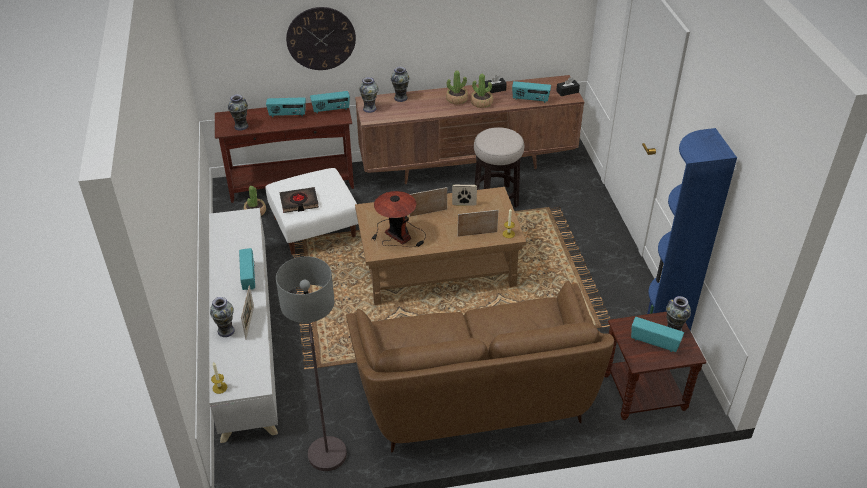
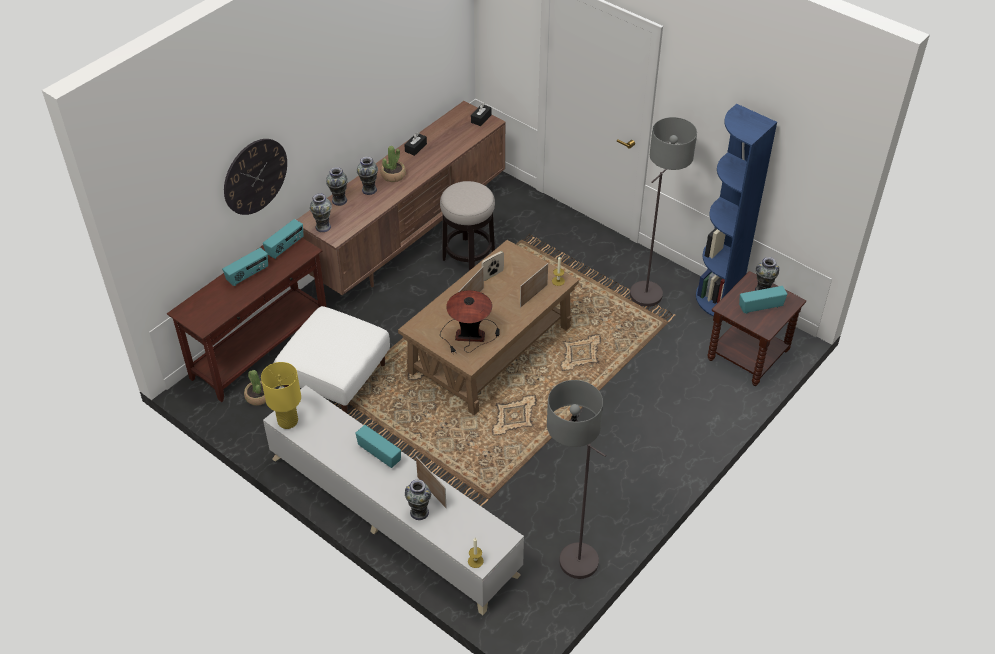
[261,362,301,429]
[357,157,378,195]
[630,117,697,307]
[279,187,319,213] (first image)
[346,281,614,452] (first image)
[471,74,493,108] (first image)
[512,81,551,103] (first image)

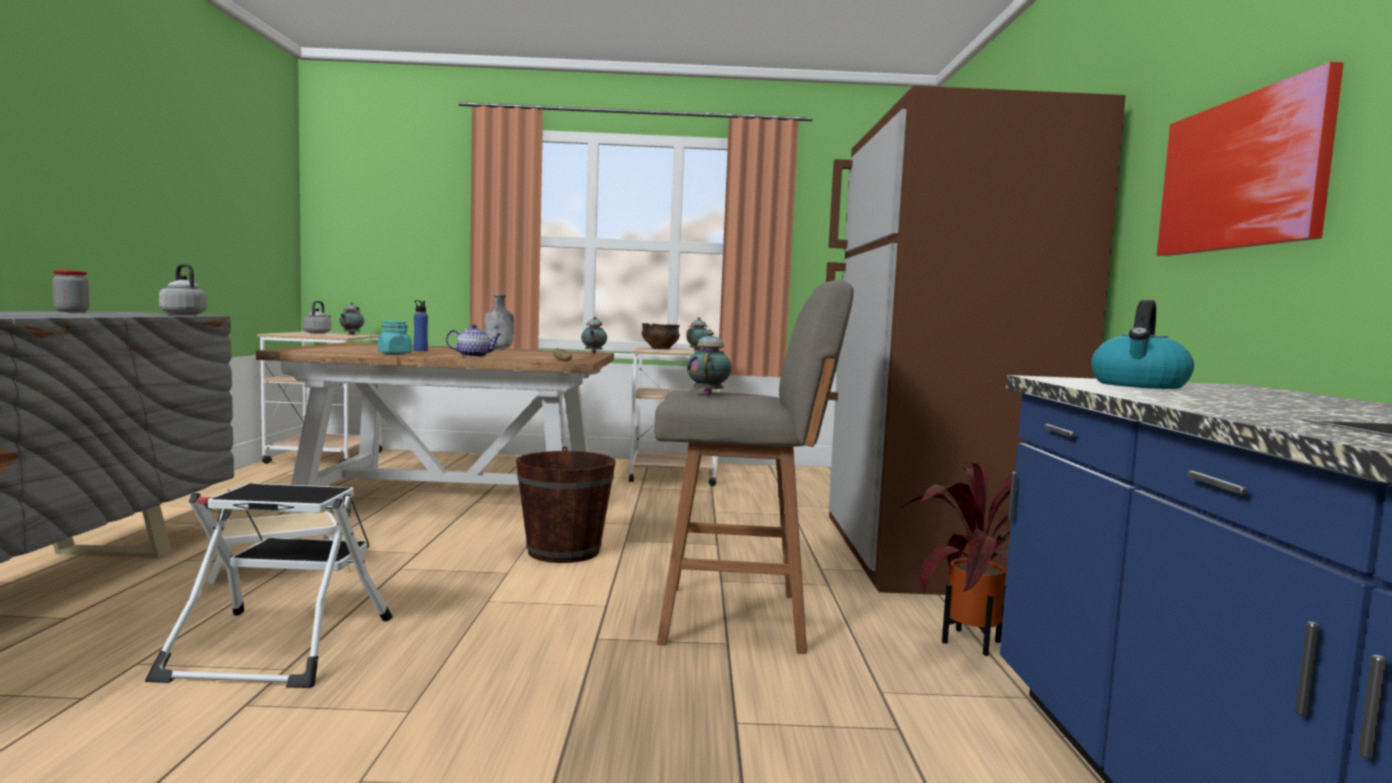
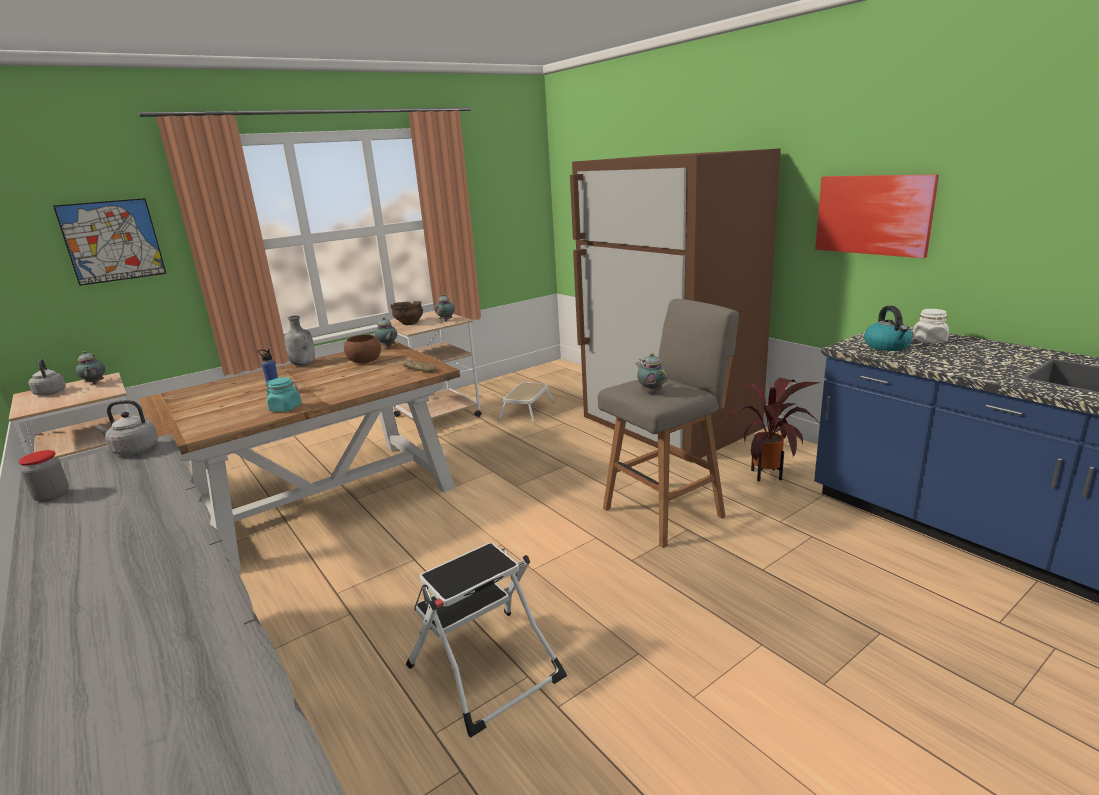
[53,198,167,286]
[344,334,381,364]
[497,382,556,425]
[913,309,949,343]
[446,324,501,357] (first image)
[516,447,616,563] (first image)

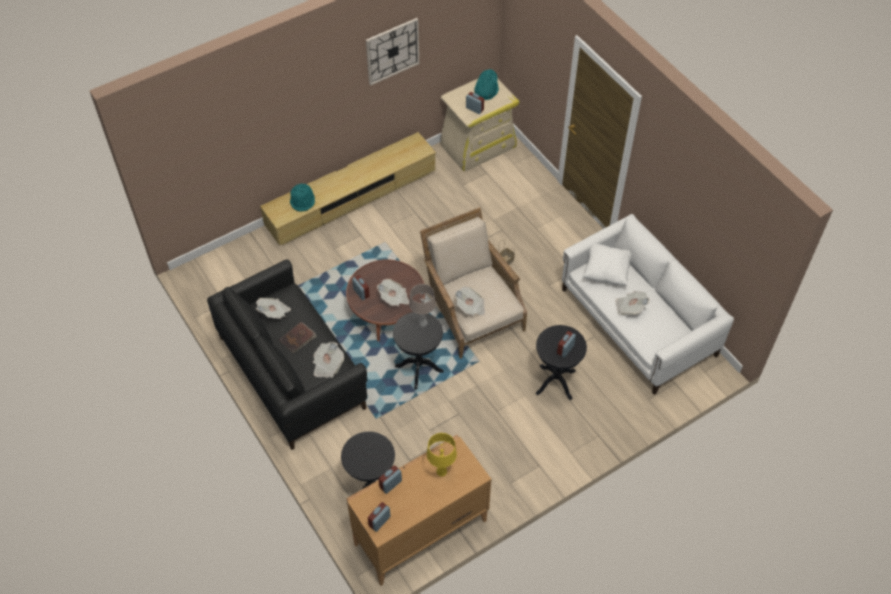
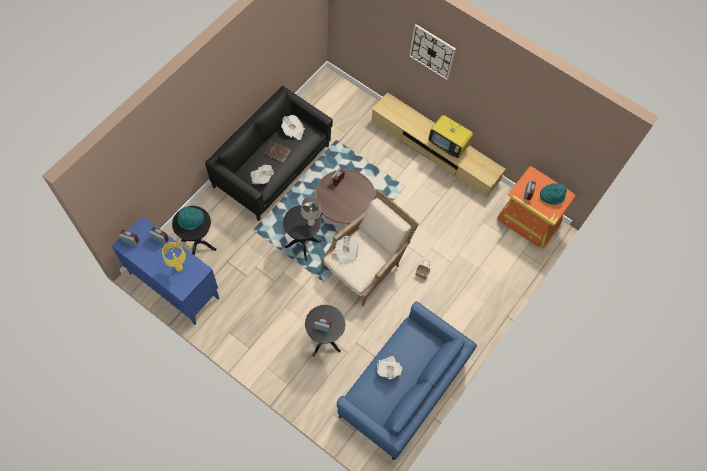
[112,216,219,325]
[178,207,204,230]
[337,301,477,460]
[409,24,456,80]
[428,115,473,158]
[497,166,576,249]
[377,279,409,306] (first image)
[582,244,631,285] (first image)

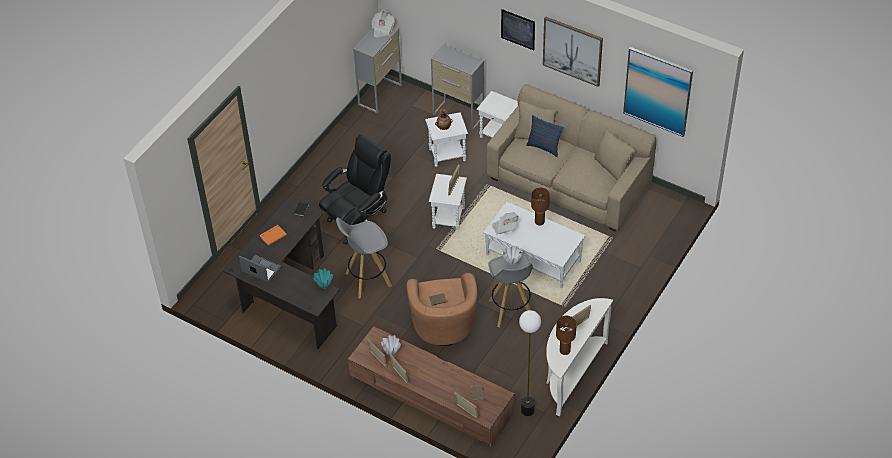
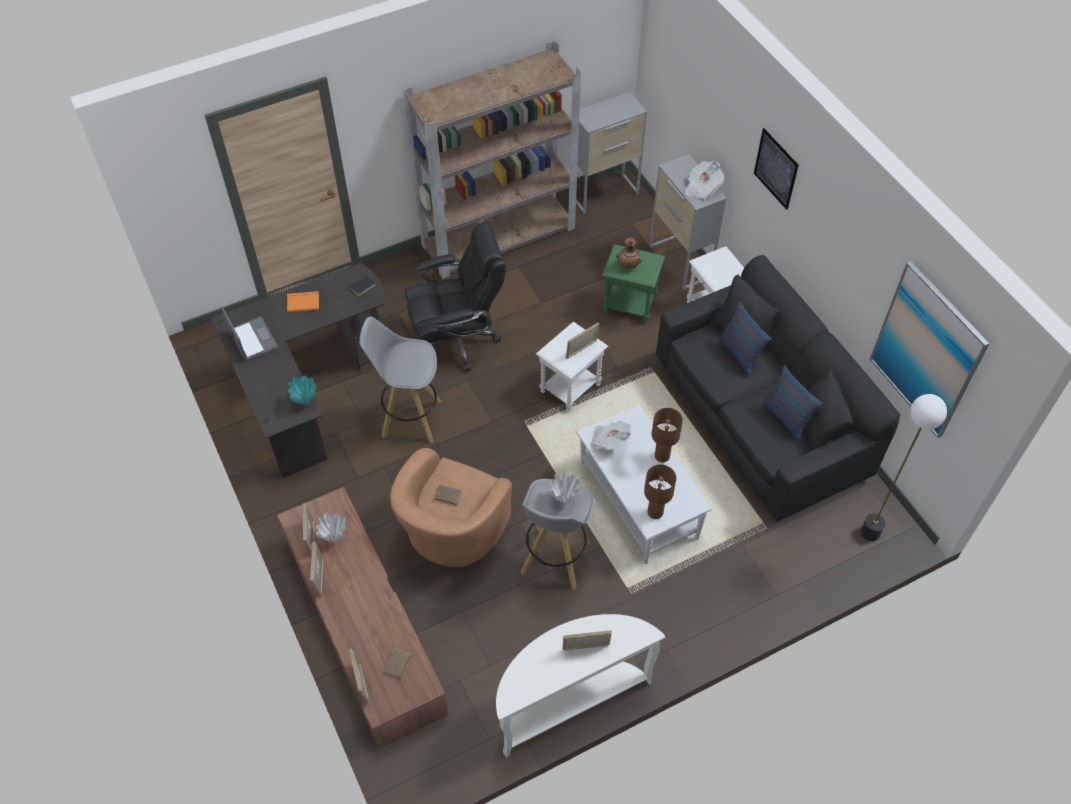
[404,41,581,279]
[602,244,665,324]
[644,464,676,519]
[656,255,900,522]
[685,161,724,200]
[761,365,823,442]
[860,394,947,541]
[543,17,603,87] (first image)

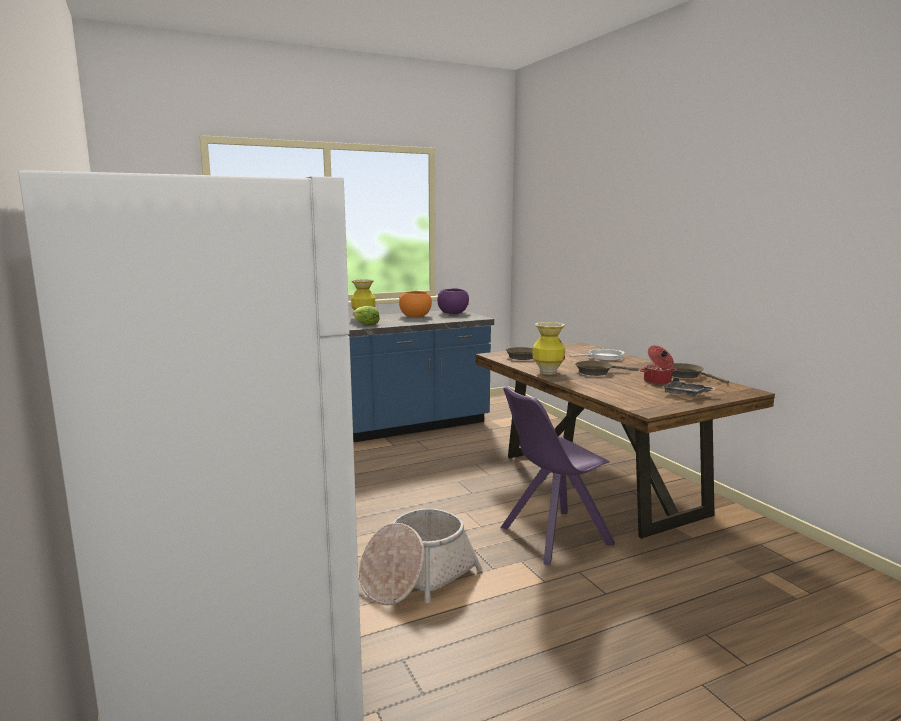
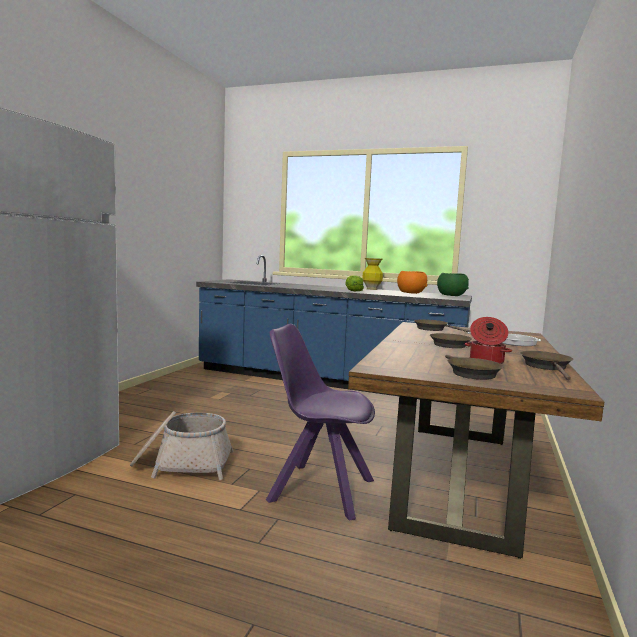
[437,273,469,296]
[445,355,504,380]
[533,322,565,374] (first image)

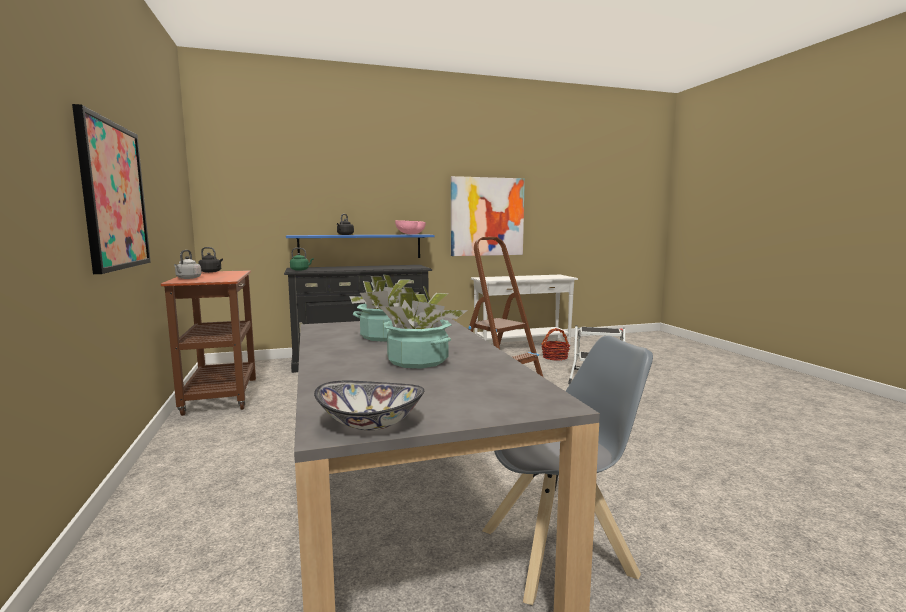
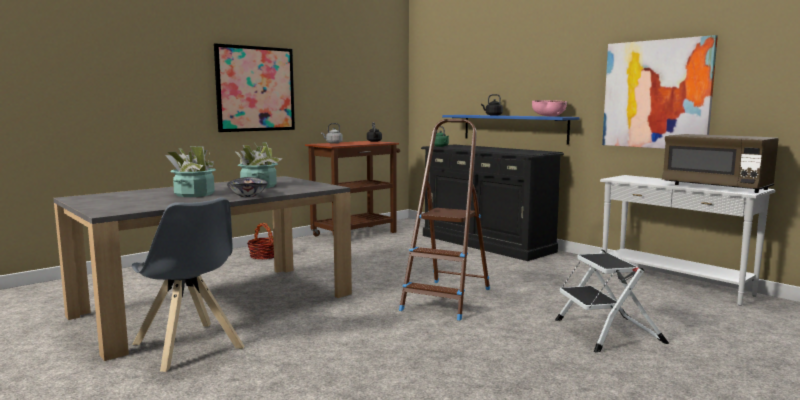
[227,177,268,197]
[247,223,274,259]
[662,134,779,193]

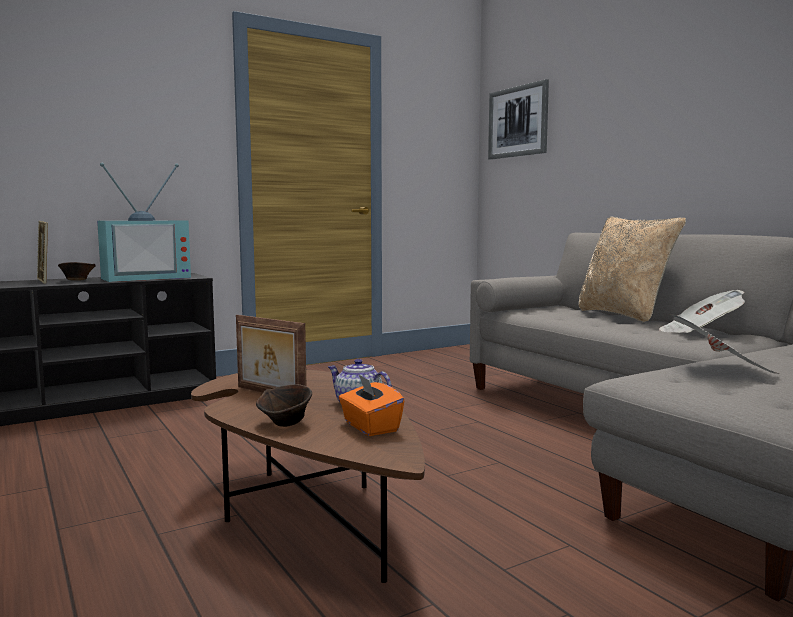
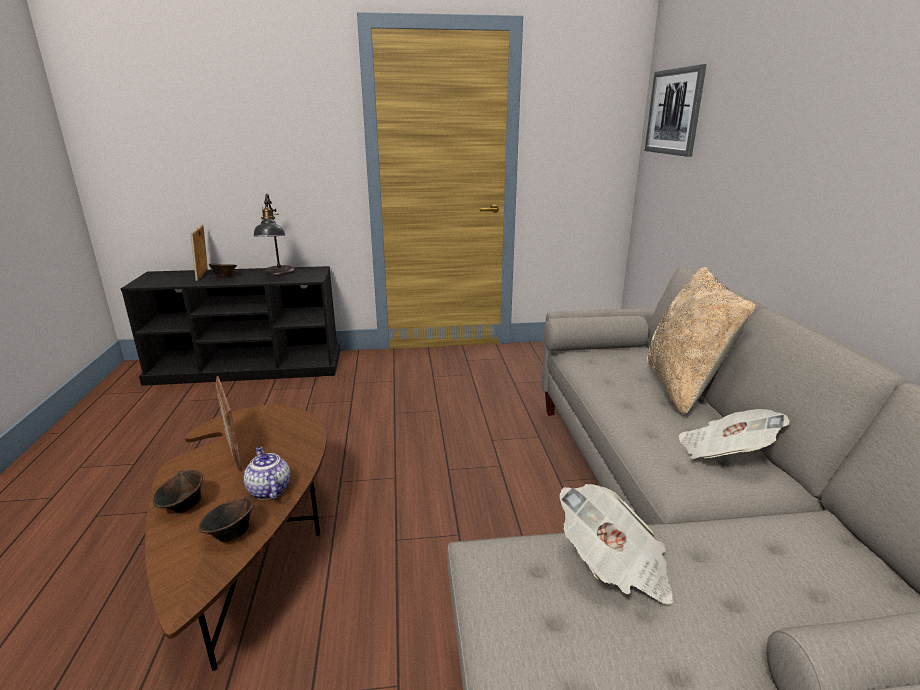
[199,496,254,542]
[253,194,295,276]

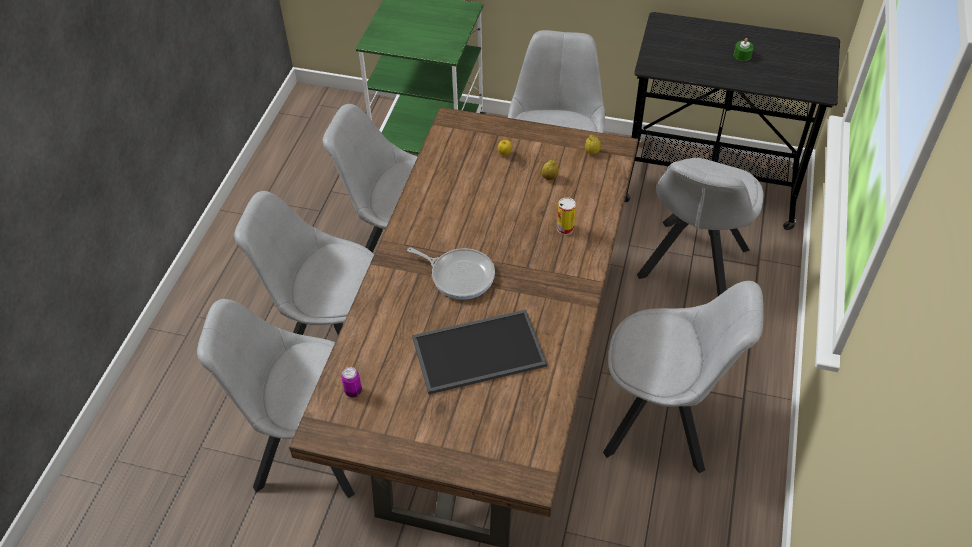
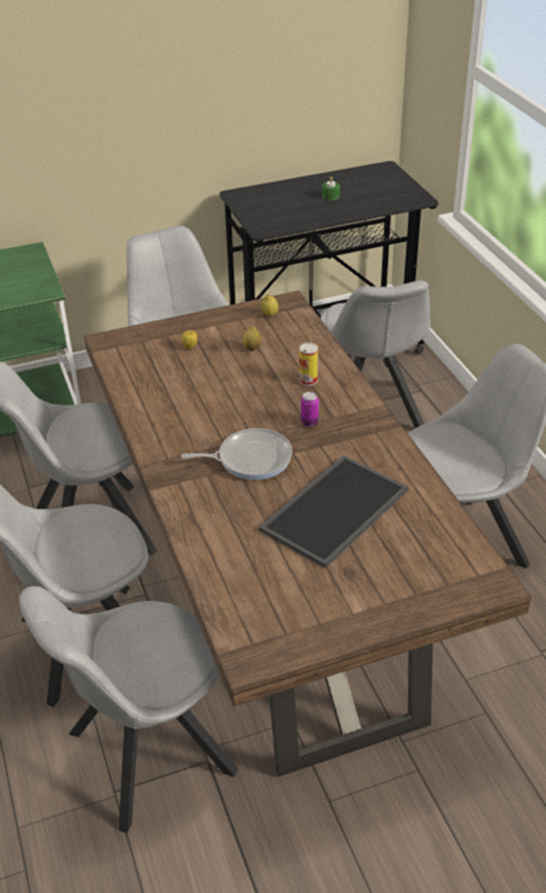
[301,392,319,427]

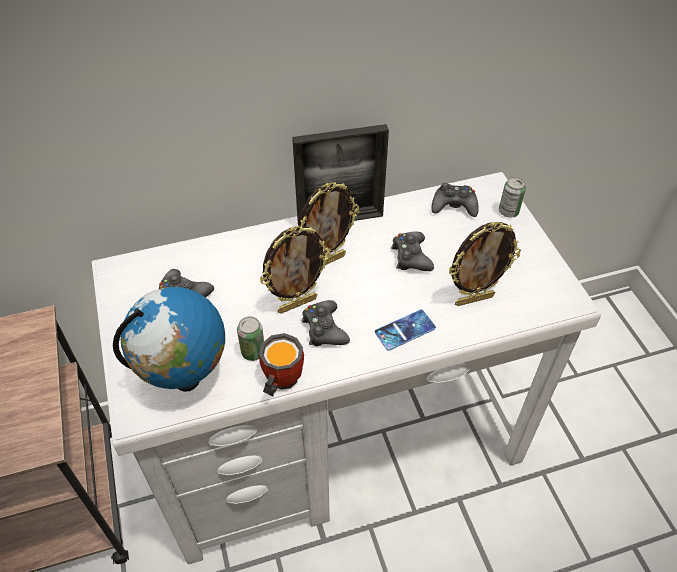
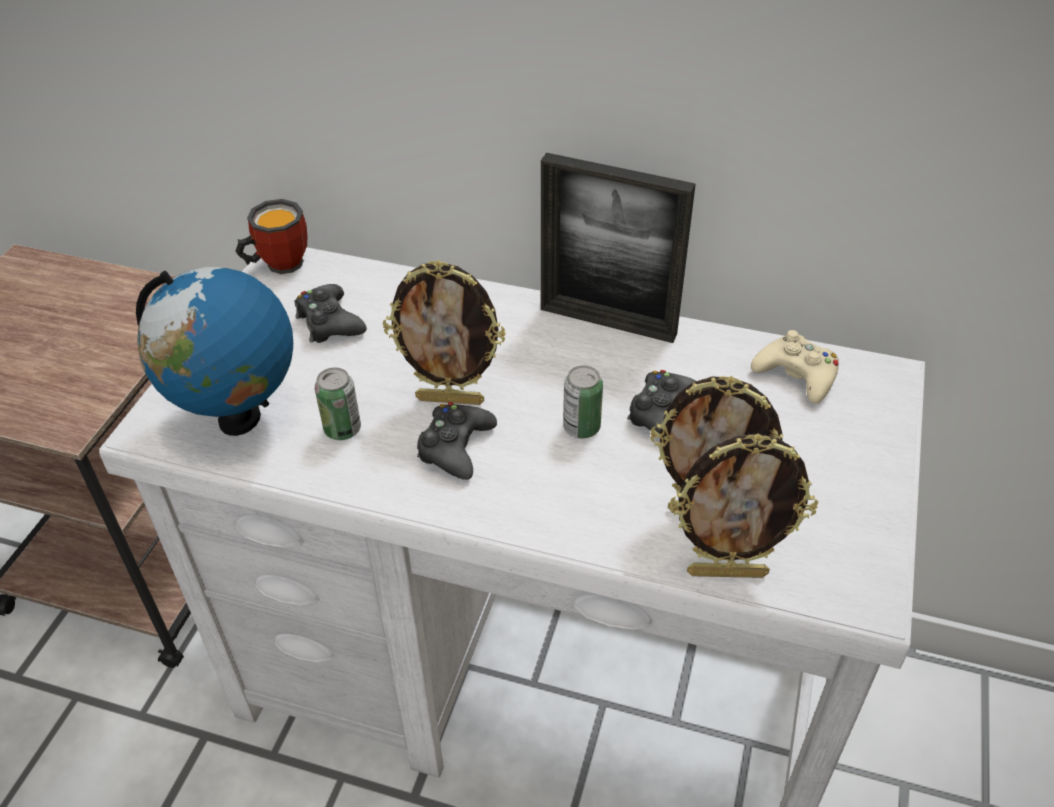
[235,199,307,274]
[563,366,603,438]
[670,433,818,578]
[751,330,839,404]
[375,309,436,351] (first image)

